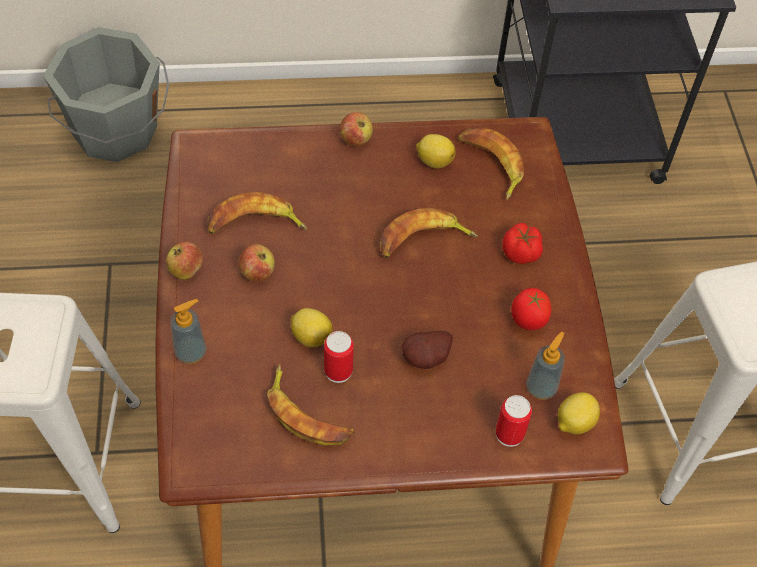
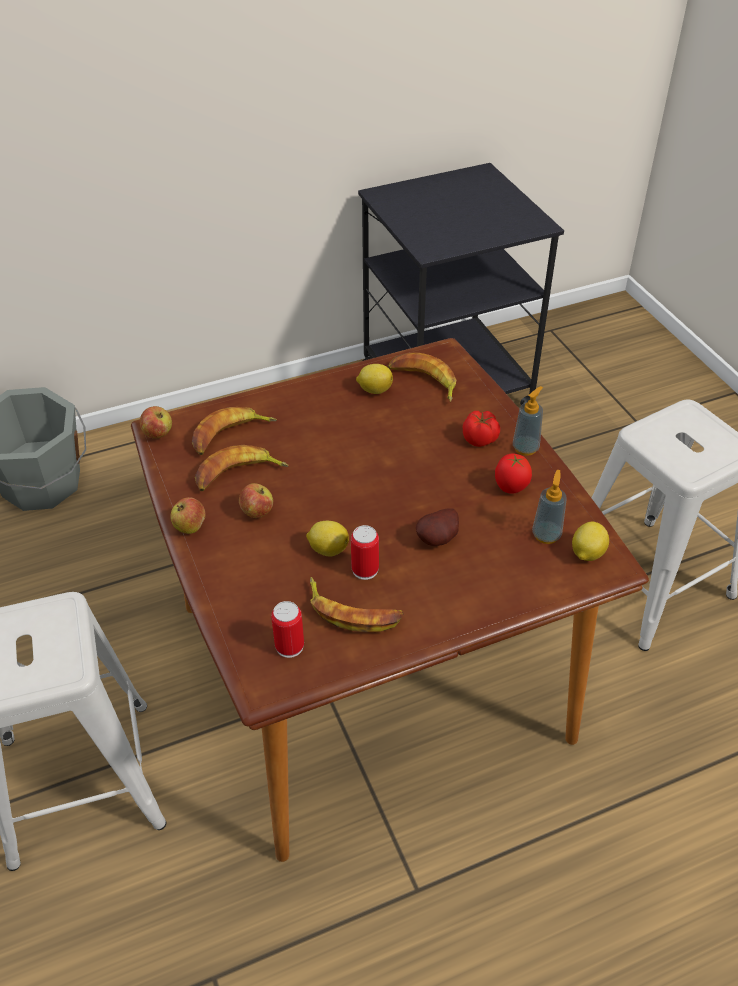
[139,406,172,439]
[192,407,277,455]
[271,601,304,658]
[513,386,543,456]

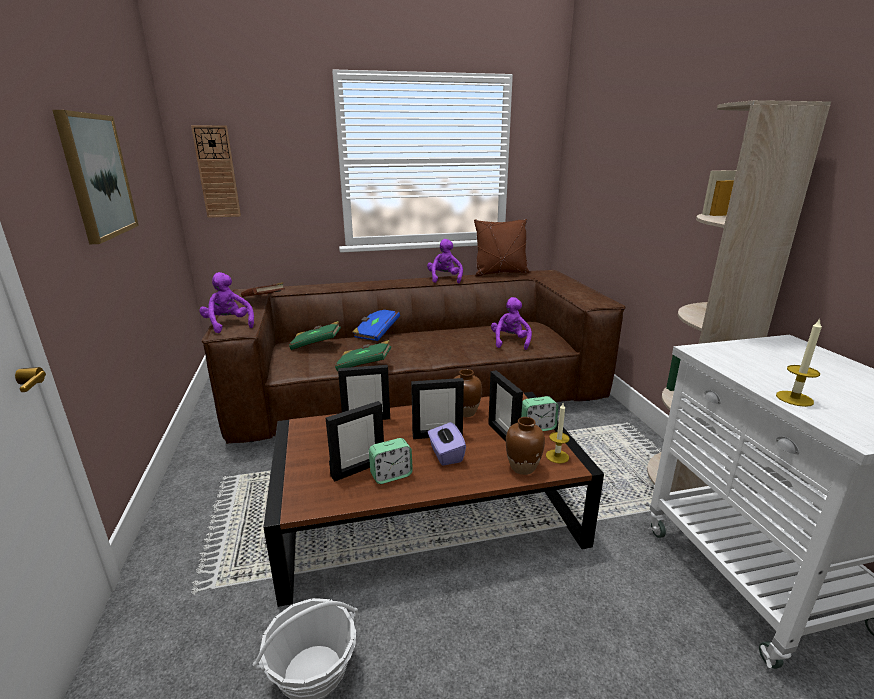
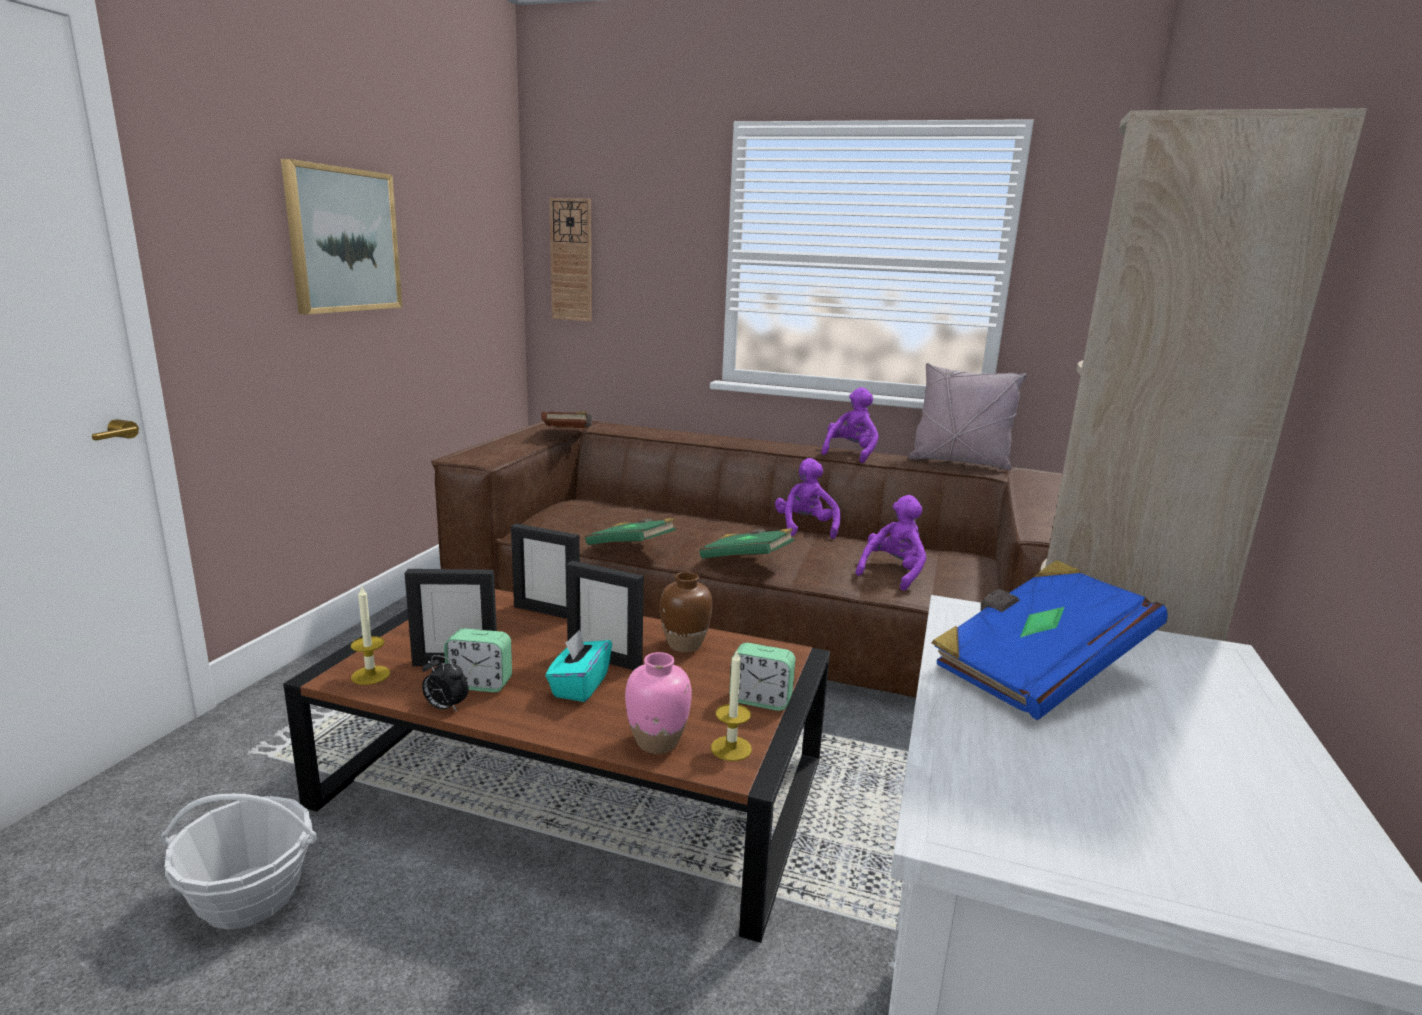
[351,587,390,685]
[422,655,469,712]
[545,629,612,702]
[625,652,692,754]
[700,528,794,559]
[775,458,841,539]
[908,363,1026,470]
[931,560,1168,720]
[488,370,523,441] (first image)

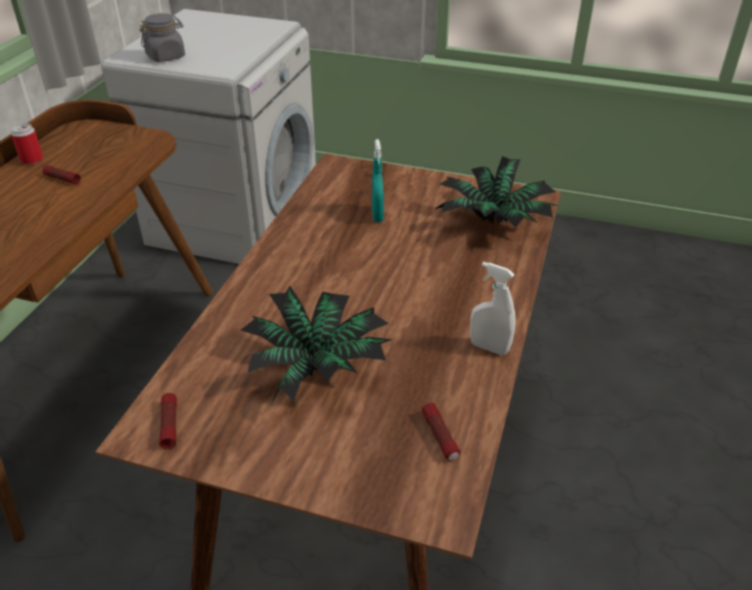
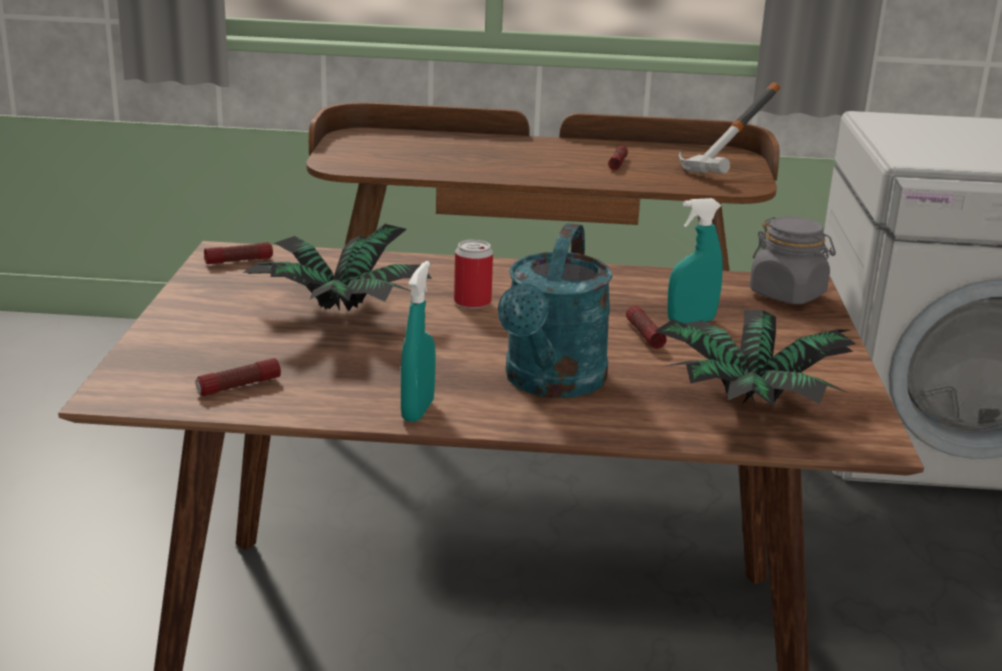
[401,261,436,422]
[454,240,493,309]
[498,223,613,398]
[626,305,667,349]
[679,83,781,174]
[749,216,836,304]

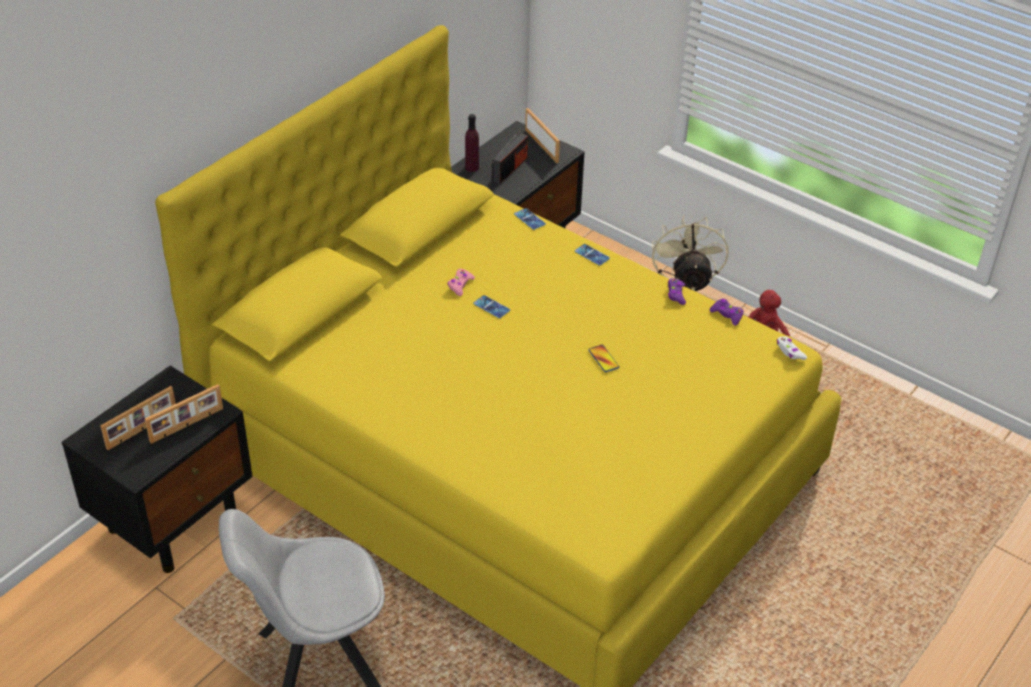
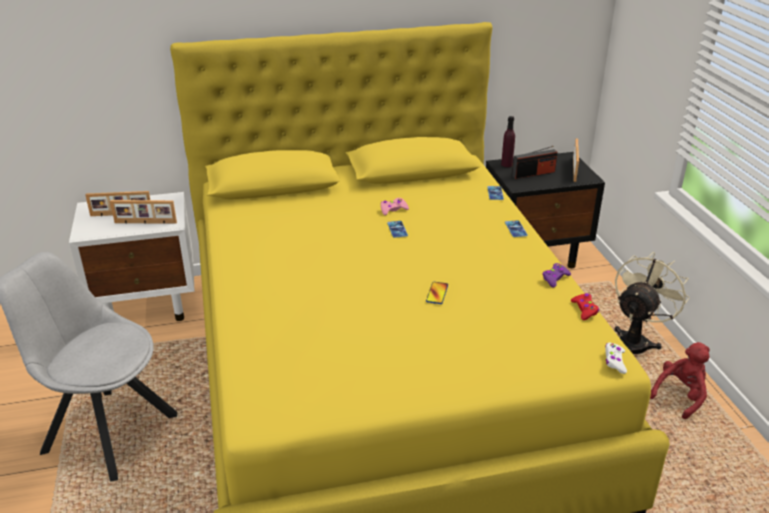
[69,192,194,321]
[571,293,599,320]

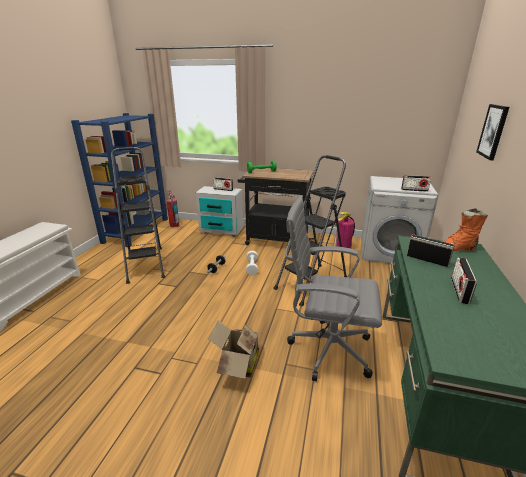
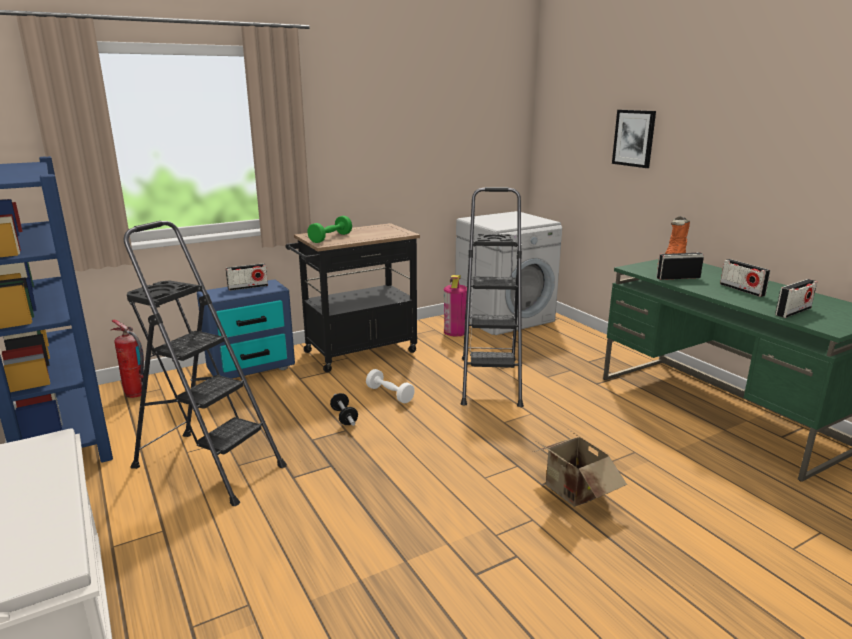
[197,279,295,379]
[775,279,817,318]
[285,197,382,381] (first image)

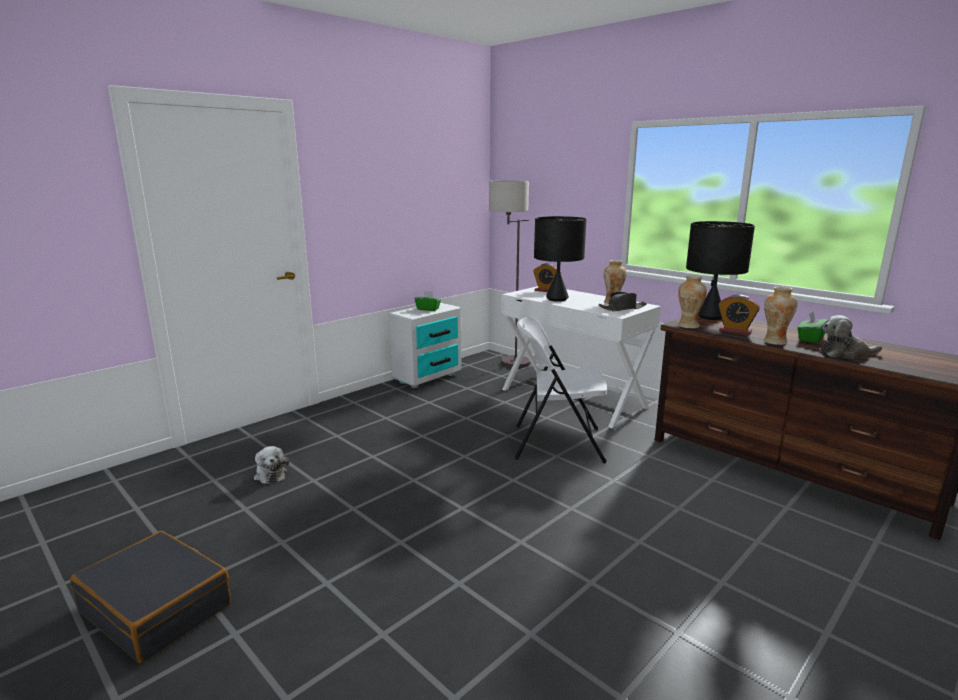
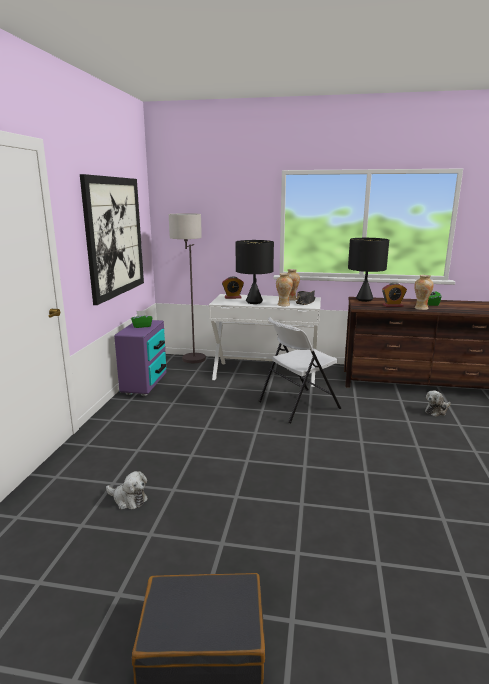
[80,174,144,305]
[114,320,167,396]
[276,273,293,306]
[425,391,451,417]

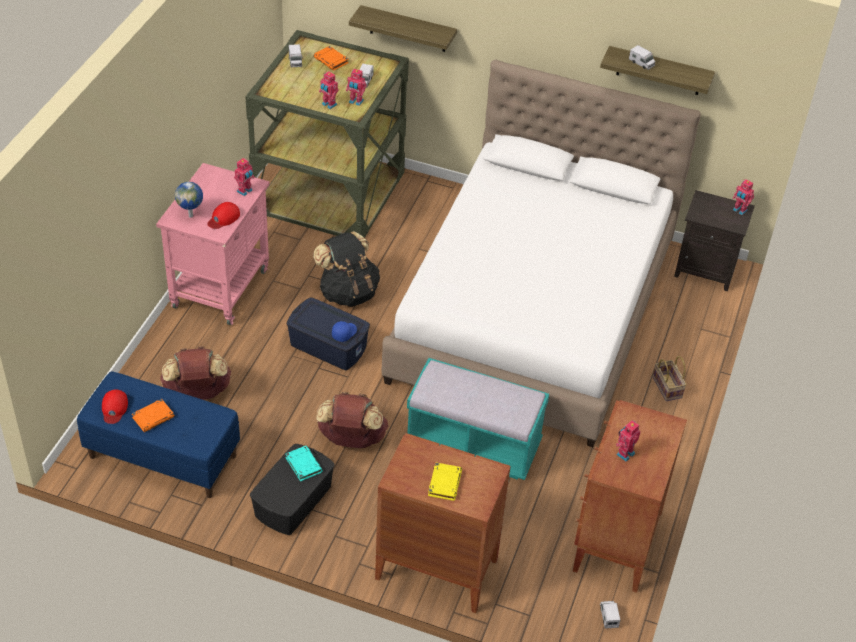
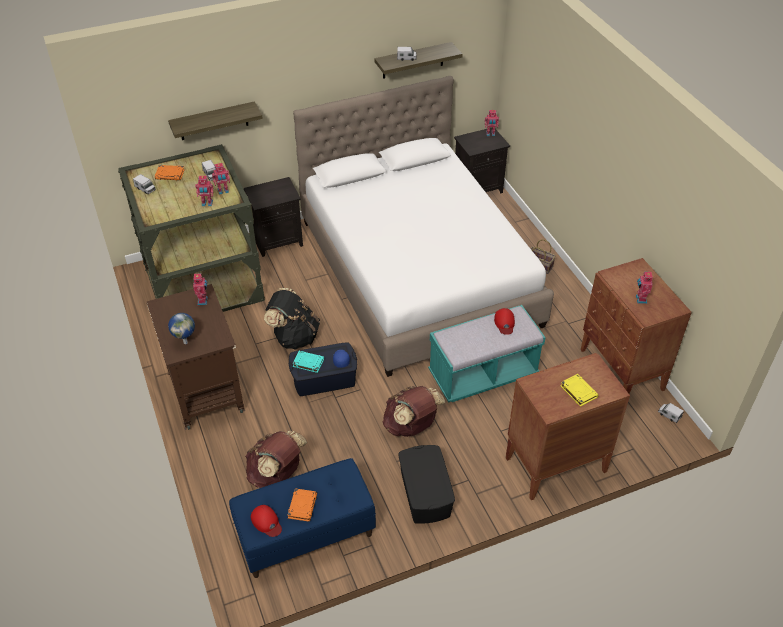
[147,284,245,430]
[244,177,303,257]
[292,351,324,373]
[494,308,515,335]

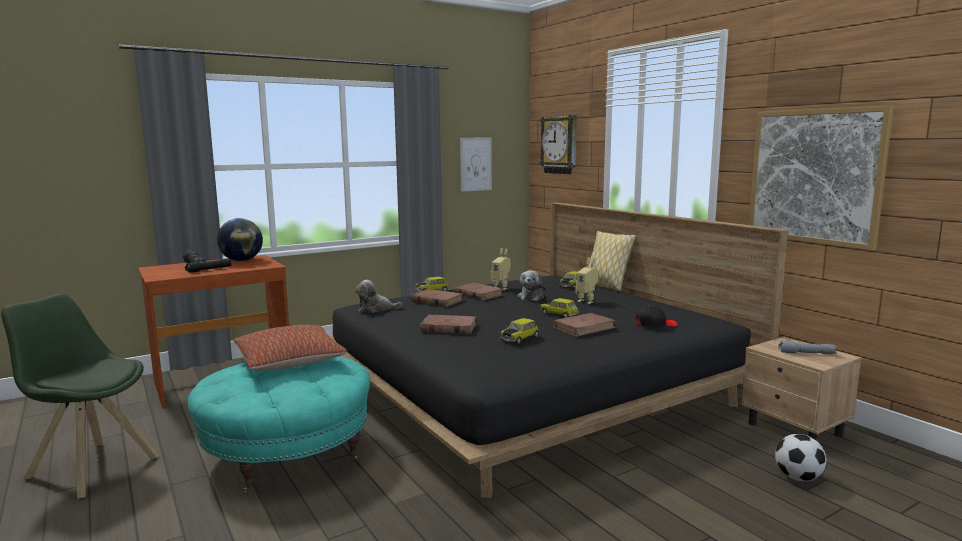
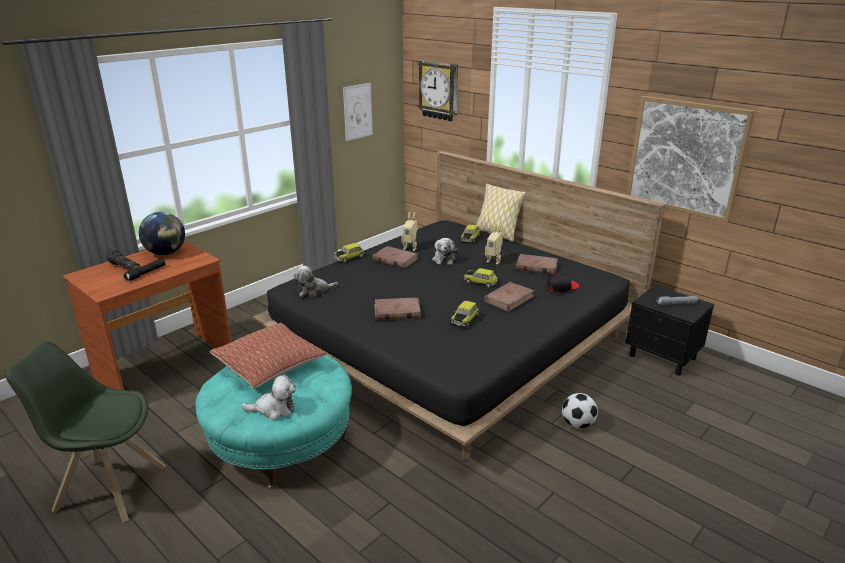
[241,375,296,420]
[516,254,558,275]
[562,393,598,429]
[625,285,714,376]

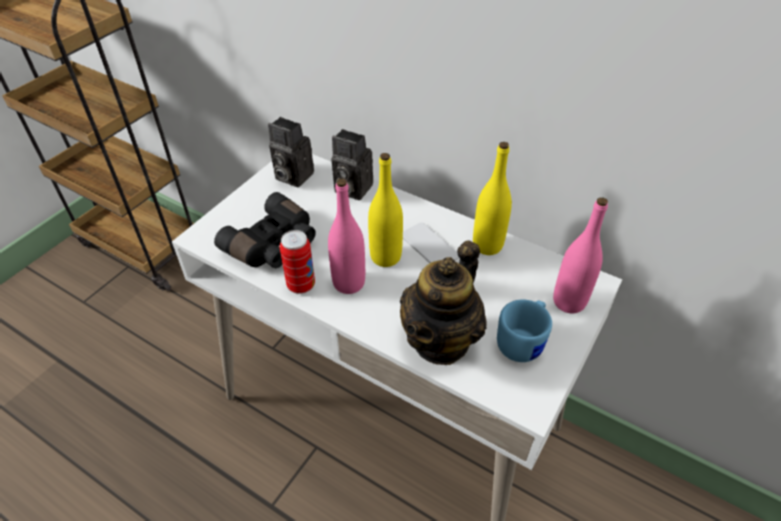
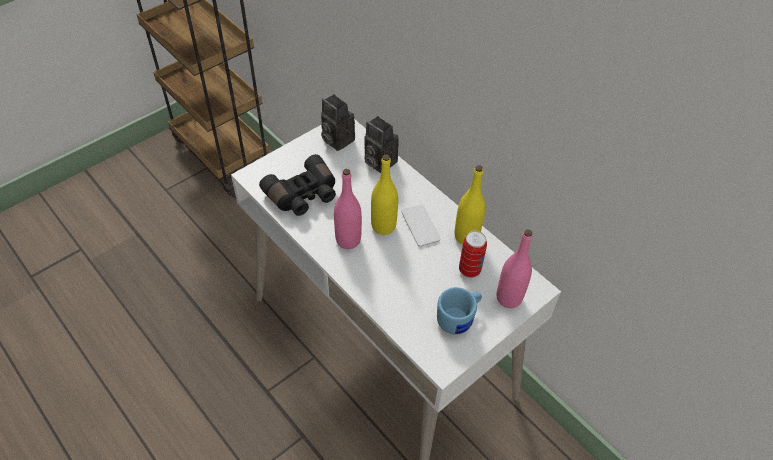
[459,231,487,278]
[400,241,487,365] (first image)

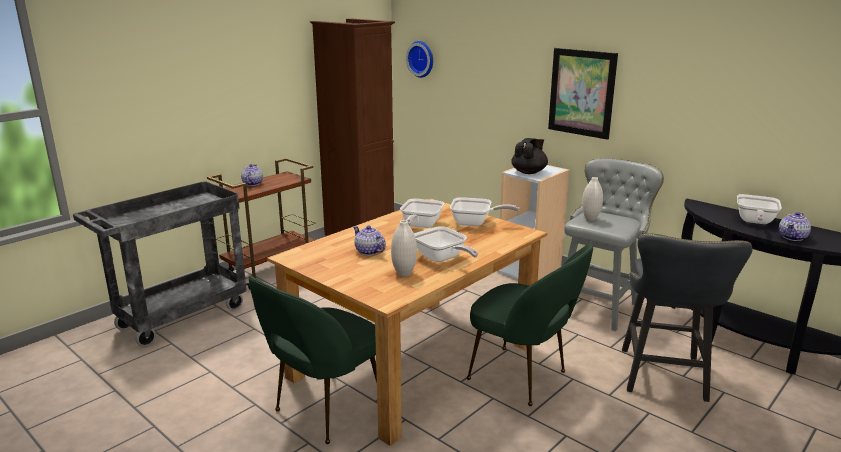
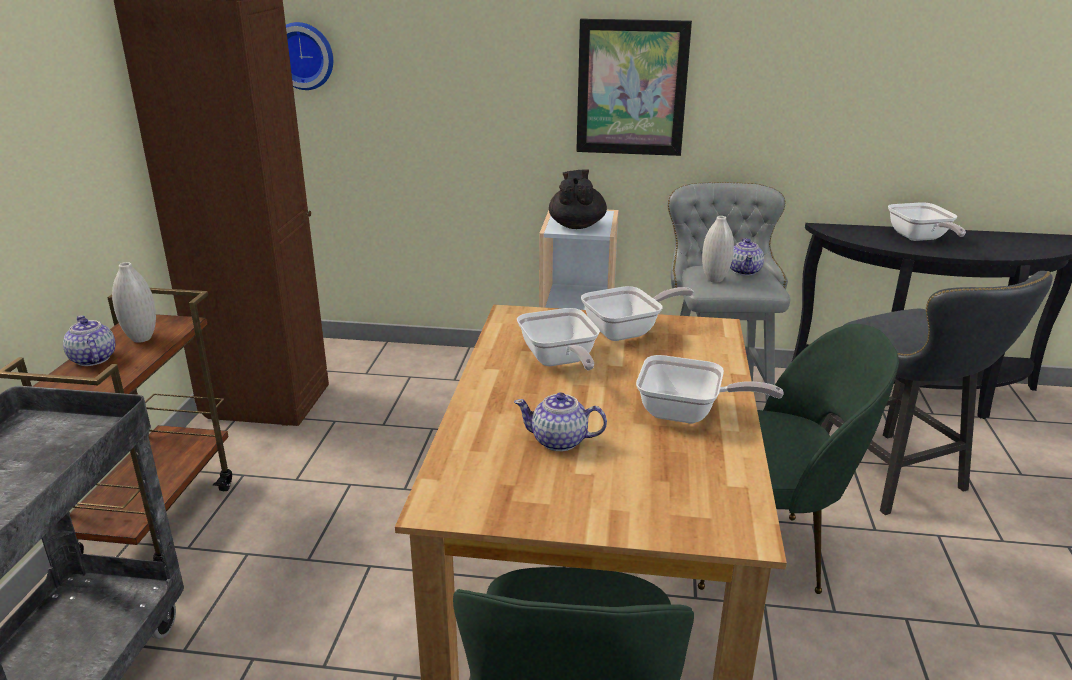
[112,262,156,343]
[730,238,764,276]

